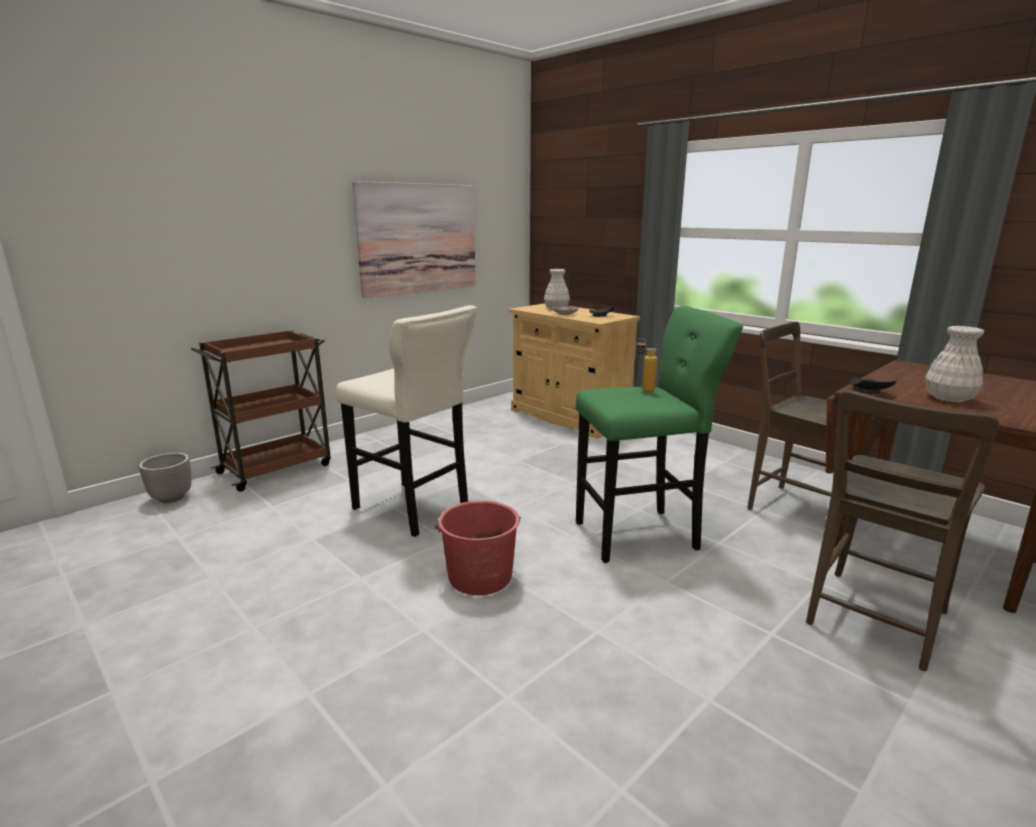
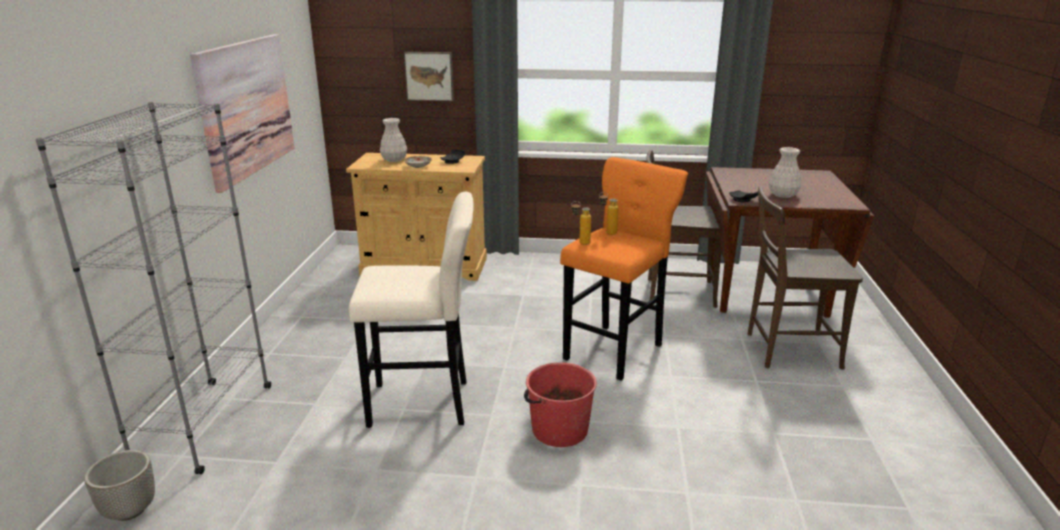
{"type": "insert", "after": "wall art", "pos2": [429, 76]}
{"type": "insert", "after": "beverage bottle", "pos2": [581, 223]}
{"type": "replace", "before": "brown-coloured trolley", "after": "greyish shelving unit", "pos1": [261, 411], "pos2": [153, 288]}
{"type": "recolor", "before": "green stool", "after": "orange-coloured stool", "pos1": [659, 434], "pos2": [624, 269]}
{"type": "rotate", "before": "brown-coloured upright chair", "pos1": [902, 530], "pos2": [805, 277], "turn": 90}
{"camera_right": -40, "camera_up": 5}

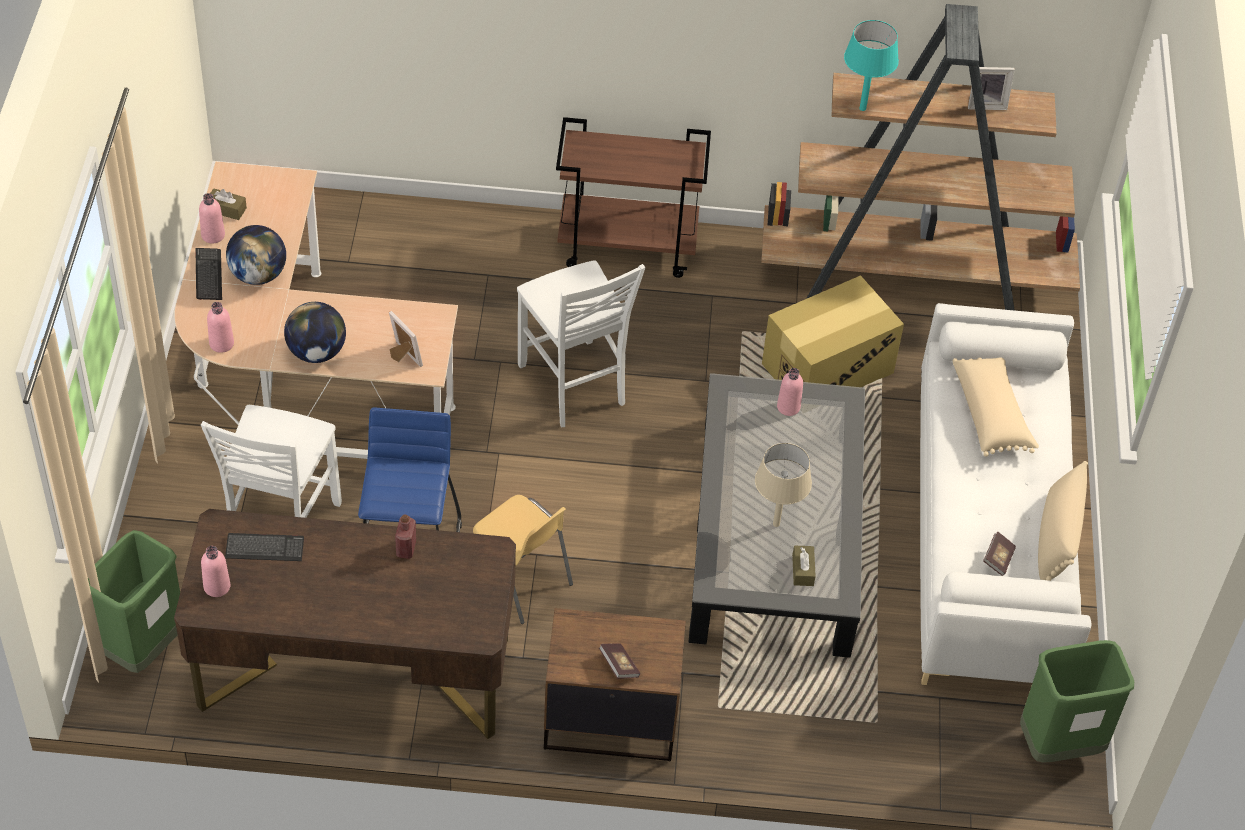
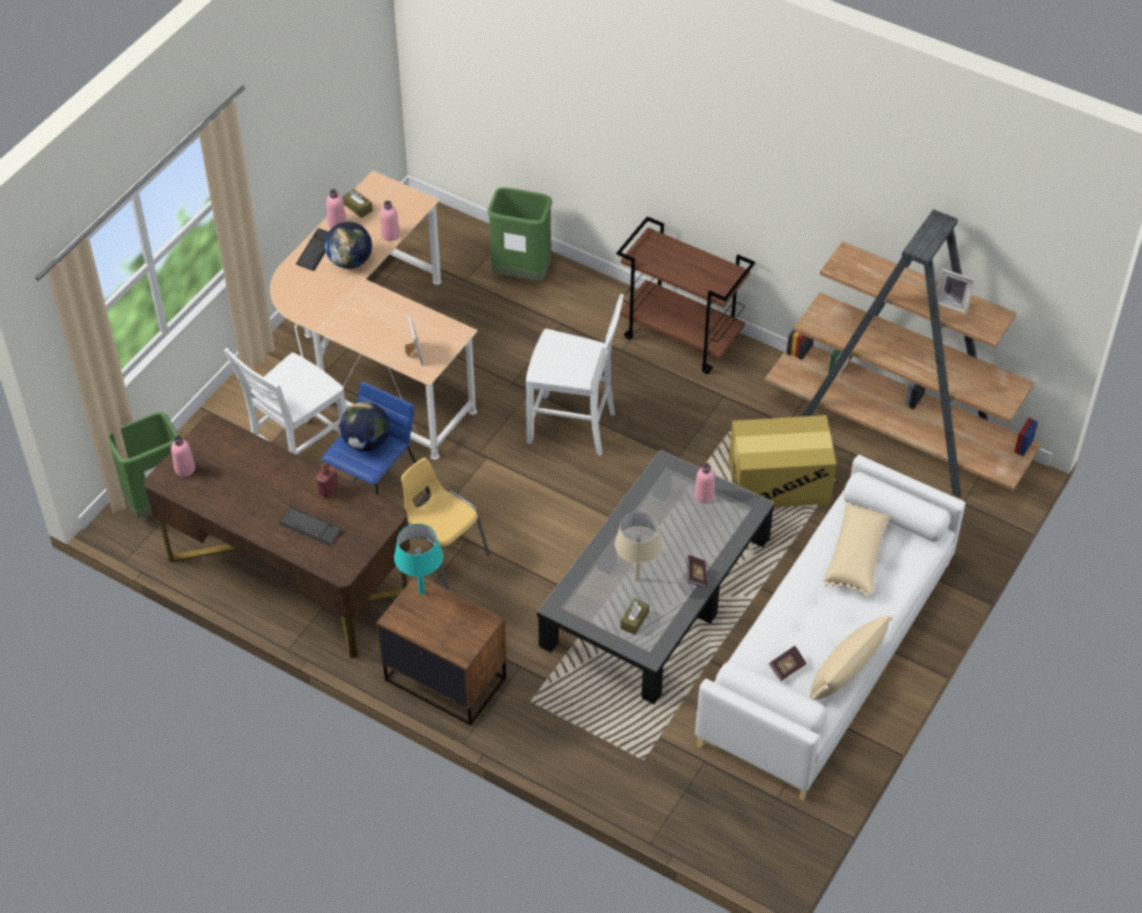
{"type": "move", "before": "pinkish beverage bottle", "pos1": [220, 327], "pos2": [390, 221]}
{"type": "move", "before": "PC keyboard", "pos1": [264, 547], "pos2": [310, 526]}
{"type": "move", "before": "globe", "pos1": [315, 332], "pos2": [365, 427]}
{"type": "move", "before": "volume", "pos1": [619, 661], "pos2": [696, 571]}
{"type": "move", "before": "turquoise-coloured tabletop lamp", "pos1": [871, 65], "pos2": [418, 559]}
{"type": "move", "before": "green waste bin", "pos1": [1077, 701], "pos2": [519, 234]}
{"type": "rotate", "before": "yellow-coloured upright chair", "pos1": [523, 559], "pos2": [445, 523], "turn": 150}
{"type": "rotate", "before": "white-coloured upright chair", "pos1": [581, 343], "pos2": [575, 375], "turn": -75}
{"camera_right": 30, "camera_up": 0}

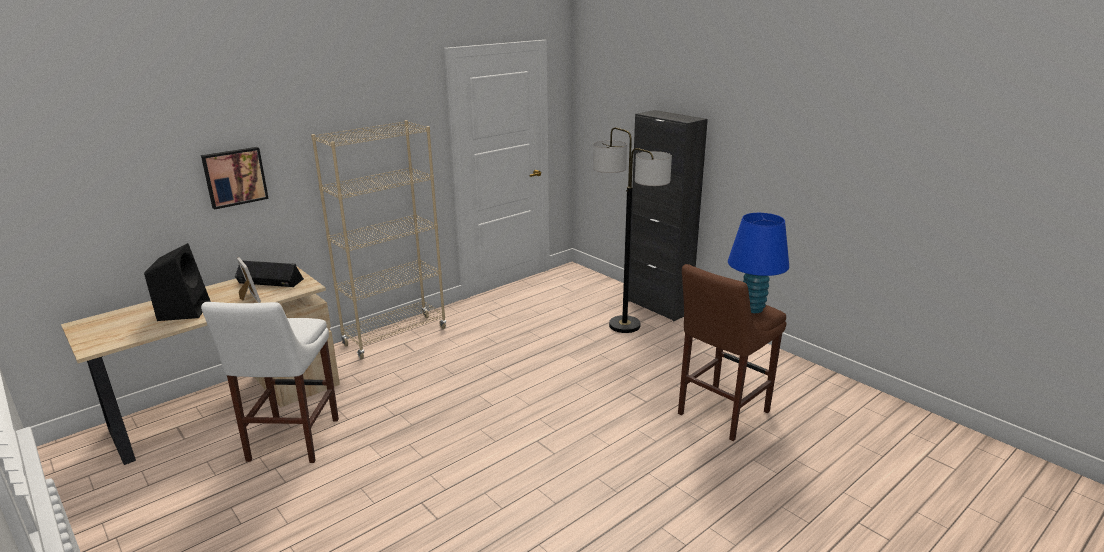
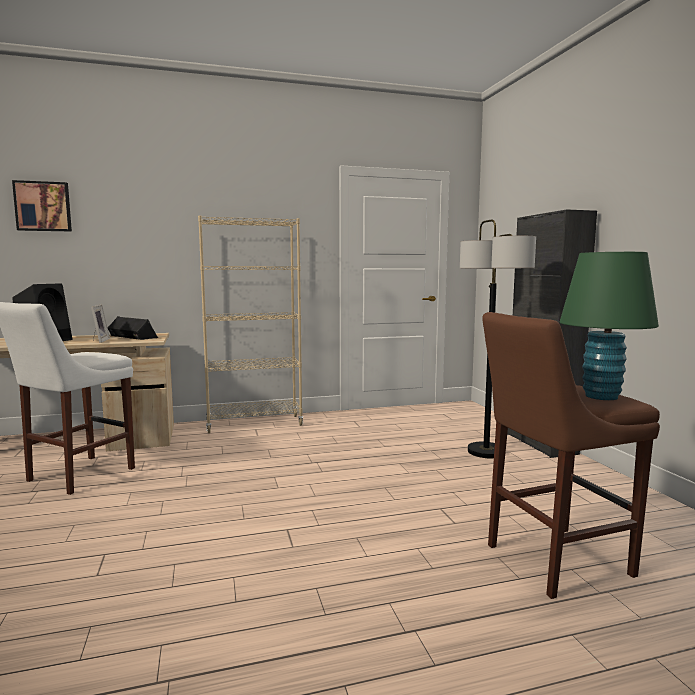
{"type": "move", "before": "wall art", "pos1": [235, 178], "pos2": [42, 206]}
{"type": "recolor", "before": "blue-coloured tabletop lamp", "after": "green tabletop lamp", "pos1": [758, 263], "pos2": [609, 326]}
{"camera_right": 25, "camera_up": -15}

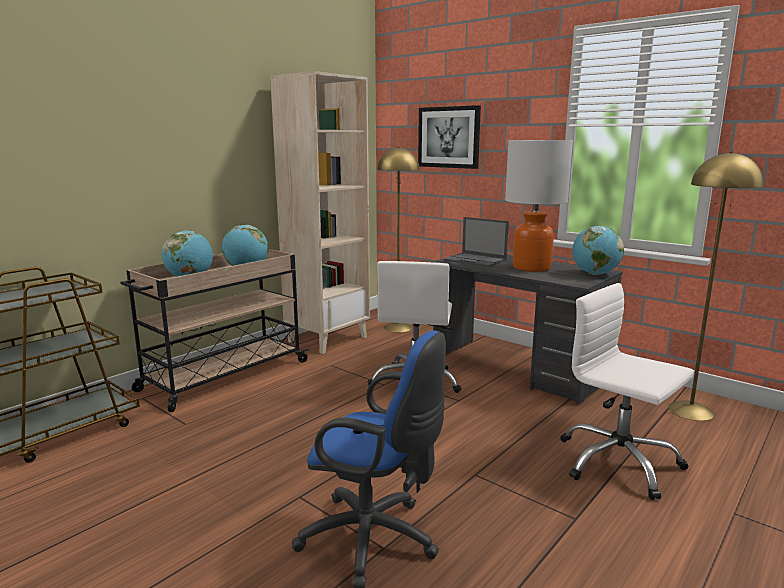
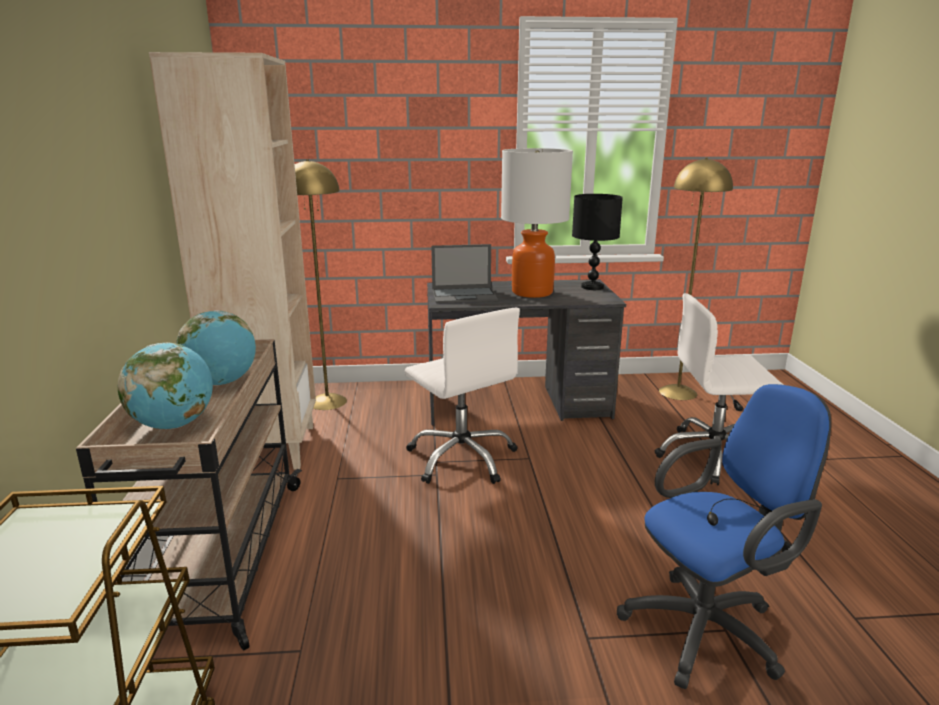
{"type": "delete", "before": "wall art", "pos1": [449, 137]}
{"type": "replace", "before": "globe", "after": "blackish tabletop lamp", "pos1": [598, 250], "pos2": [597, 242]}
{"camera_right": -45, "camera_up": 5}

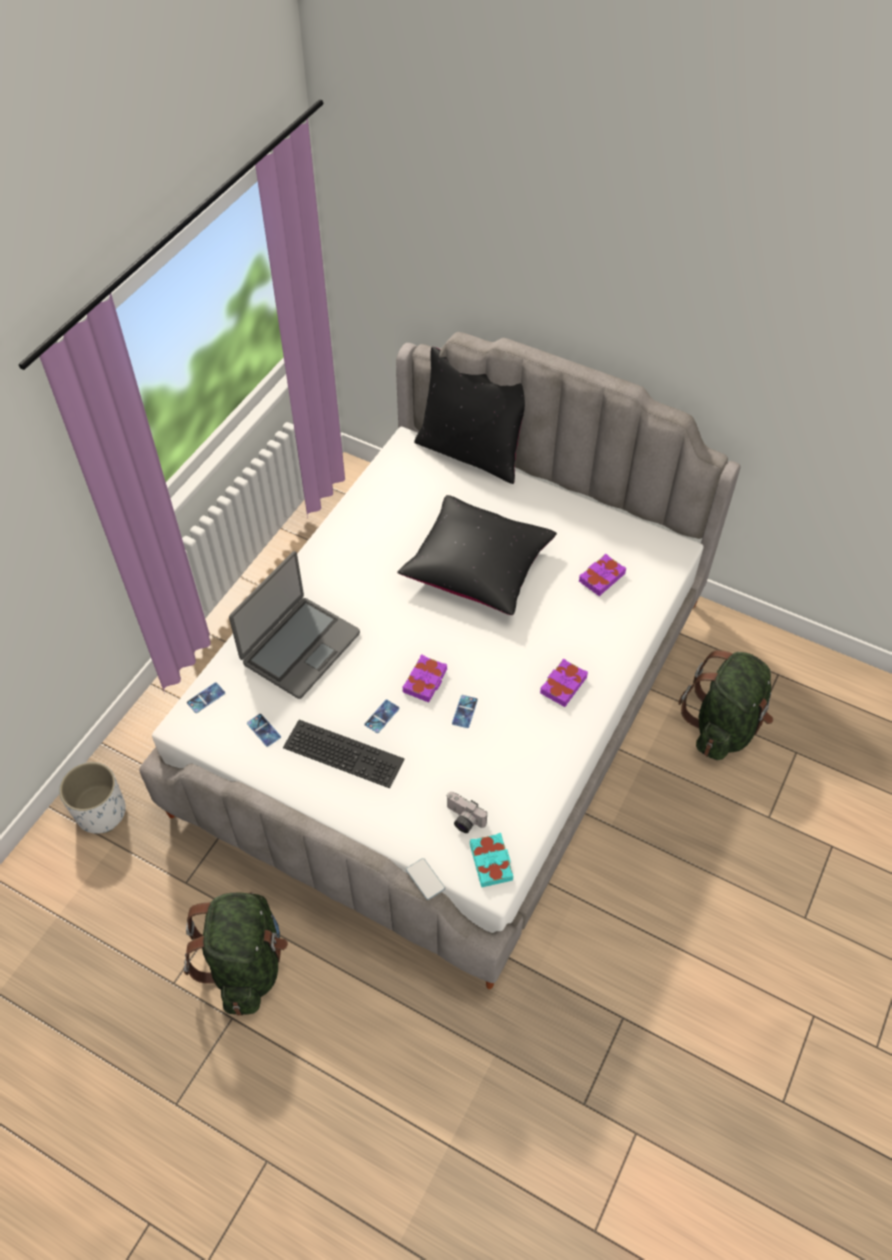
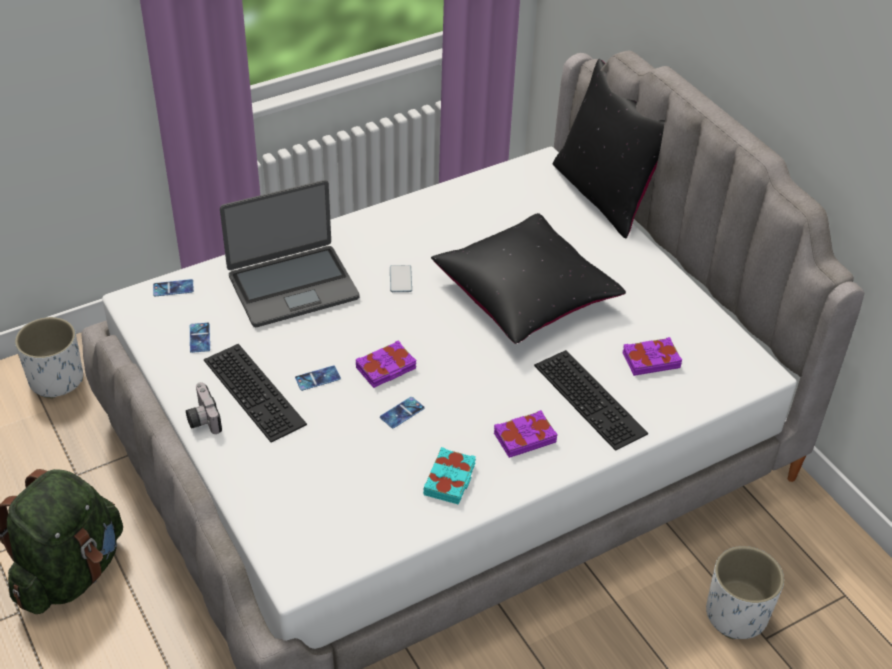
{"type": "insert", "after": "PC keyboard", "pos2": [591, 400]}
{"type": "move", "before": "telephone", "pos1": [425, 879], "pos2": [401, 278]}
{"type": "move", "before": "photo camera", "pos1": [466, 812], "pos2": [204, 408]}
{"type": "move", "before": "turquoise-coloured volume", "pos1": [491, 860], "pos2": [449, 476]}
{"type": "replace", "before": "green rucksack", "after": "white-coloured plant pot", "pos1": [725, 705], "pos2": [745, 592]}
{"camera_right": 30, "camera_up": -10}

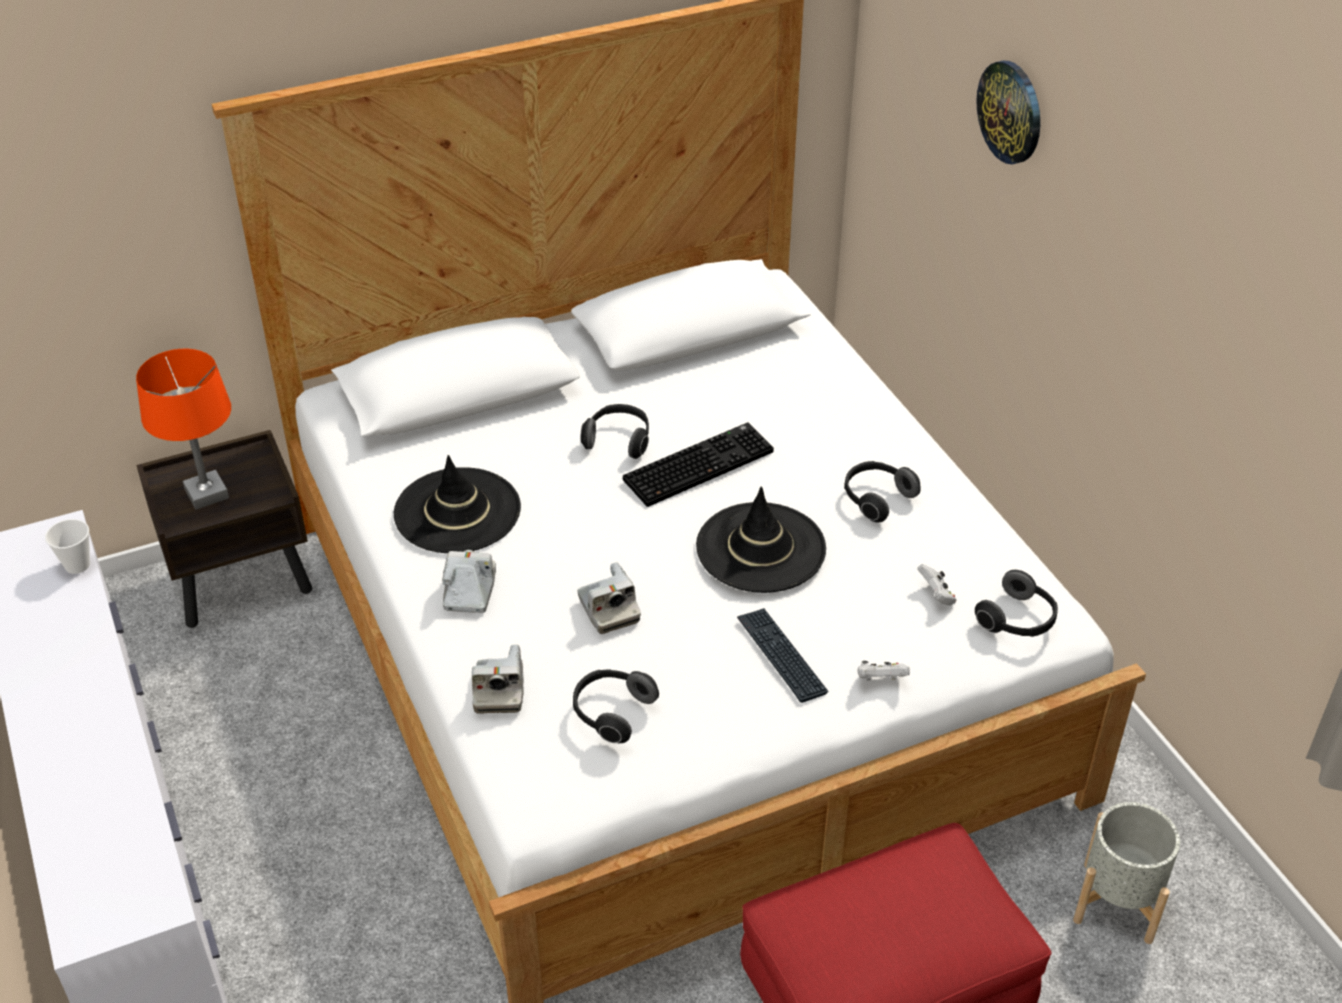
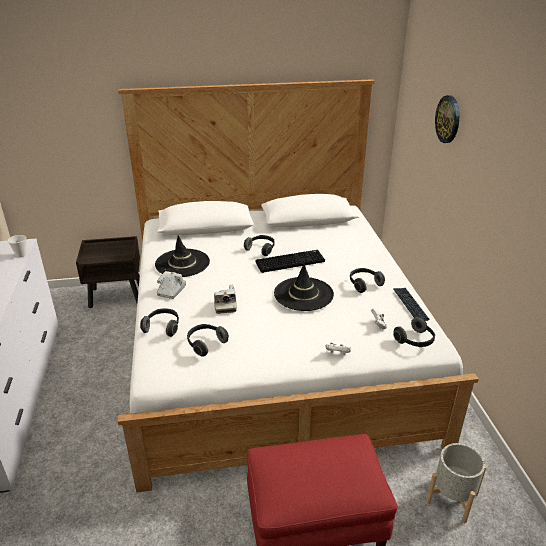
{"type": "delete", "before": "orange-coloured tabletop lamp", "pos1": [183, 429]}
{"type": "move", "before": "PC keyboard", "pos1": [782, 655], "pos2": [411, 304]}
{"type": "replace", "before": "photo camera", "after": "headset", "pos1": [498, 679], "pos2": [159, 322]}
{"camera_right": 15, "camera_up": -10}

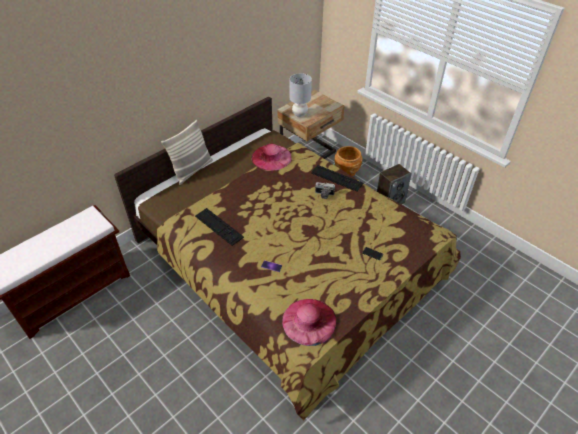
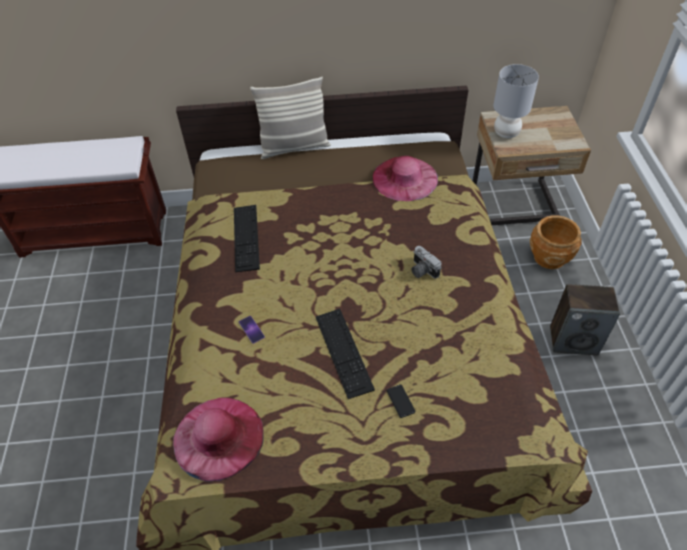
{"type": "move", "before": "PC keyboard", "pos1": [337, 178], "pos2": [345, 354]}
{"camera_right": 40, "camera_up": 5}

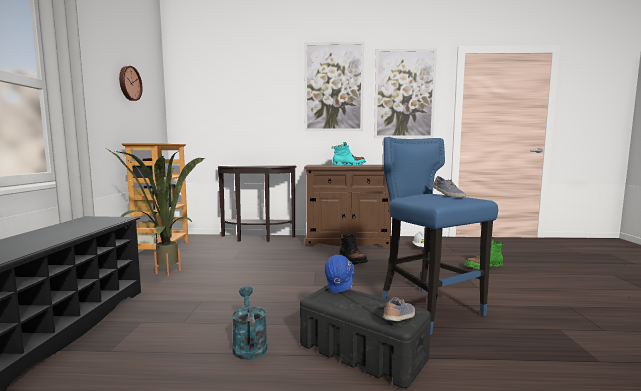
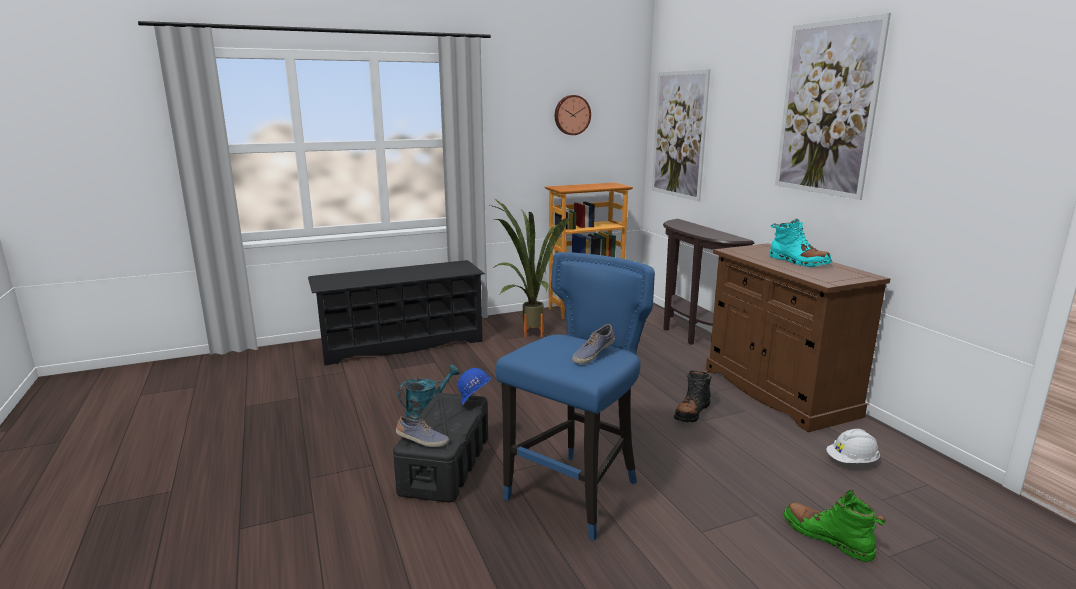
{"type": "move", "before": "wall art", "pos1": [405, 93], "pos2": [681, 135]}
{"camera_right": 65, "camera_up": 10}

